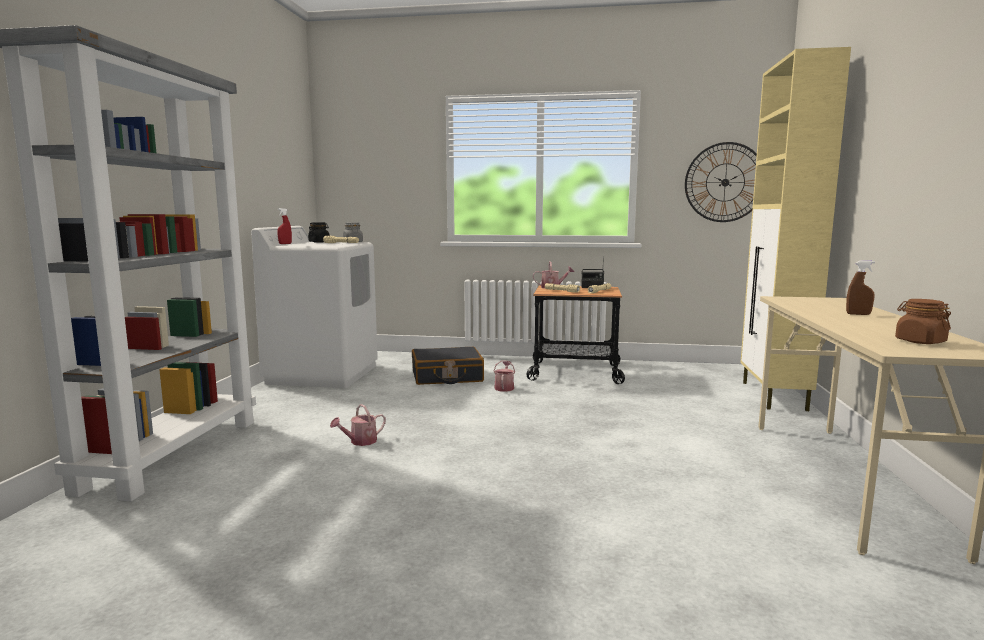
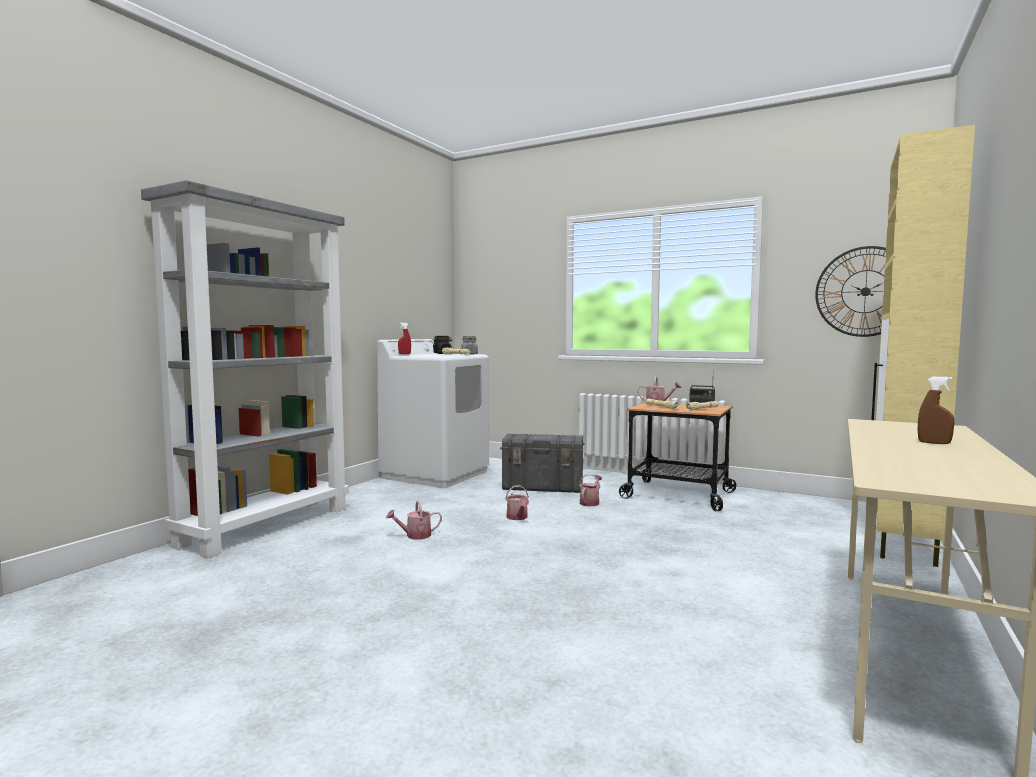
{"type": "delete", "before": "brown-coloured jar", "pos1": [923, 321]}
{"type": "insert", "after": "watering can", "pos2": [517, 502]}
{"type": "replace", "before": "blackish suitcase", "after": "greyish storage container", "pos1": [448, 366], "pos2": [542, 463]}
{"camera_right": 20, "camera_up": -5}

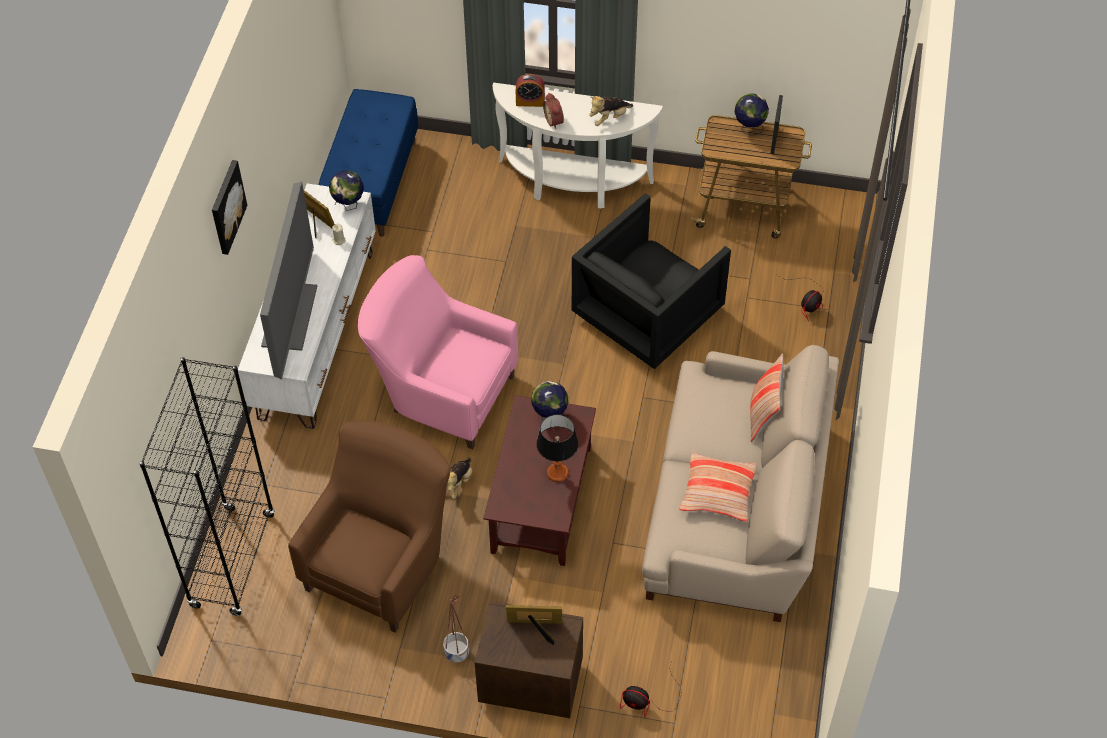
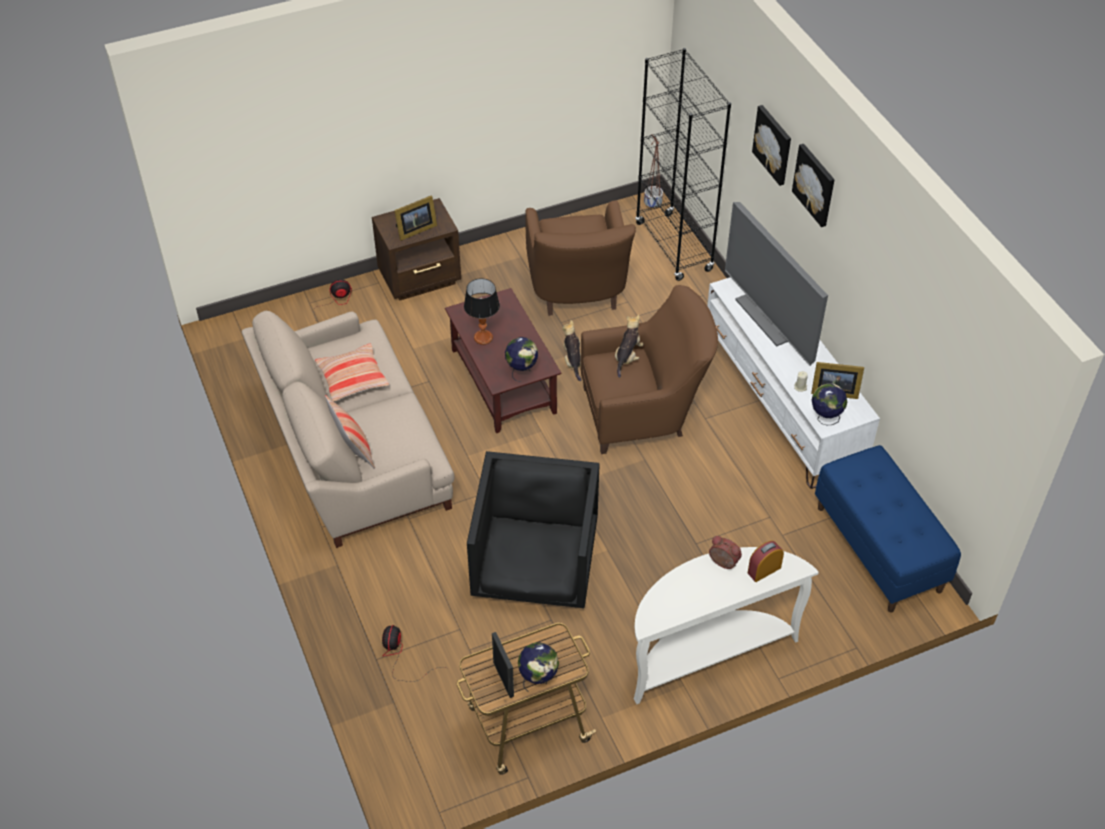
{"type": "insert", "after": "wall art", "pos2": [771, 145]}
{"type": "move", "before": "plant pot", "pos1": [456, 628], "pos2": [653, 172]}
{"type": "move", "before": "cuddly toy", "pos1": [611, 111], "pos2": [629, 346]}
{"type": "recolor", "before": "pinkish lounge chair", "after": "brown-coloured lounge chair", "pos1": [438, 352], "pos2": [649, 369]}
{"camera_right": 145, "camera_up": -5}

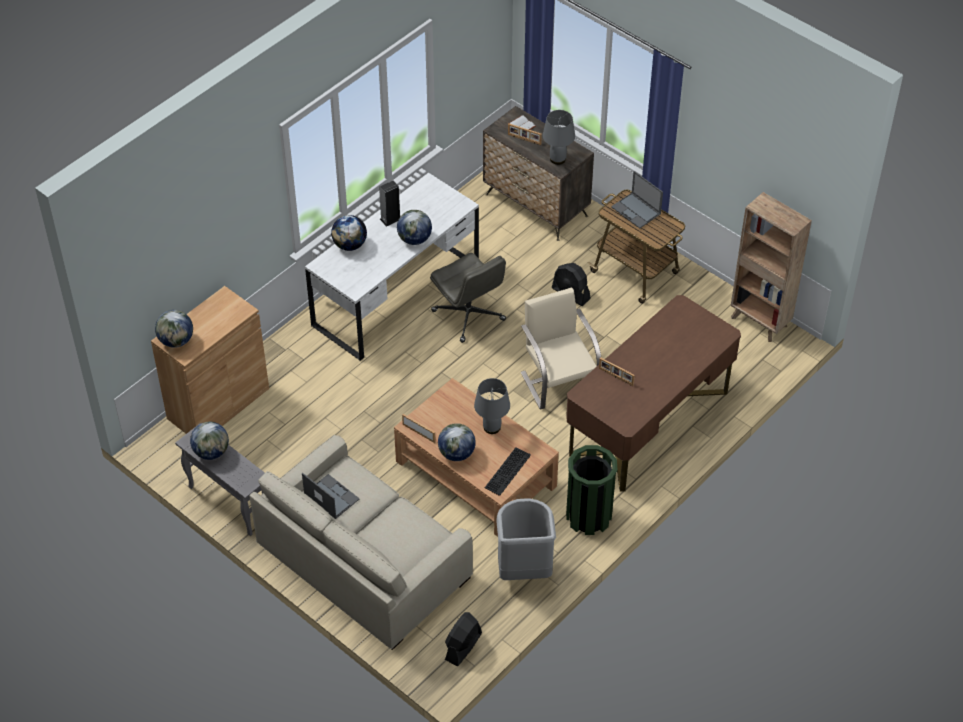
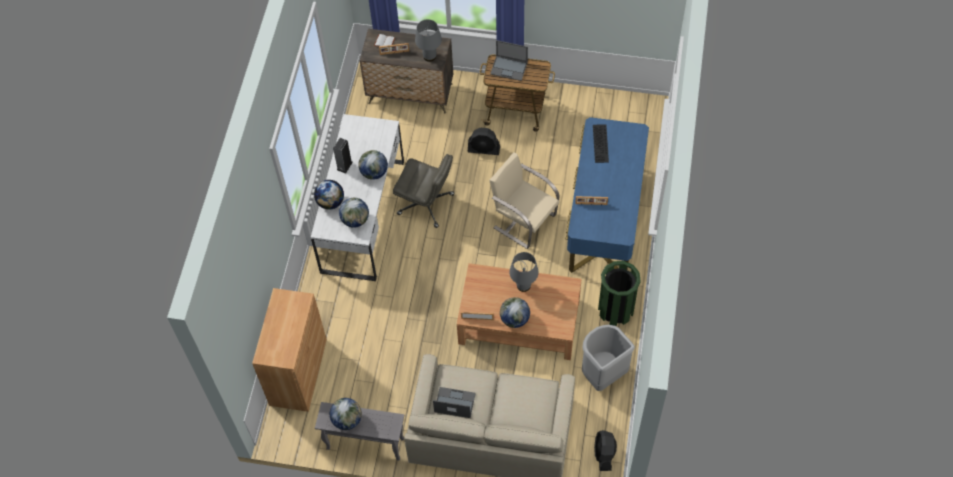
{"type": "delete", "before": "brown-coloured shelving unit", "pos1": [771, 267]}
{"type": "move", "before": "globe", "pos1": [174, 329], "pos2": [354, 213]}
{"type": "move", "before": "PC keyboard", "pos1": [508, 471], "pos2": [601, 143]}
{"type": "recolor", "before": "brown-coloured desk unit", "after": "blue-coloured desk unit", "pos1": [653, 393], "pos2": [607, 195]}
{"camera_right": -30, "camera_up": 10}

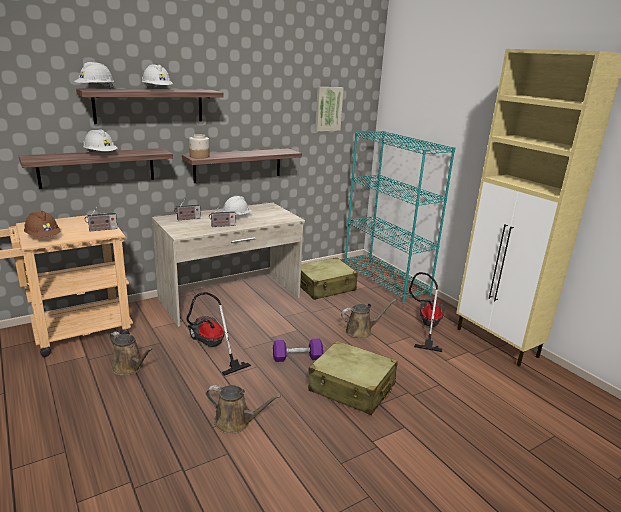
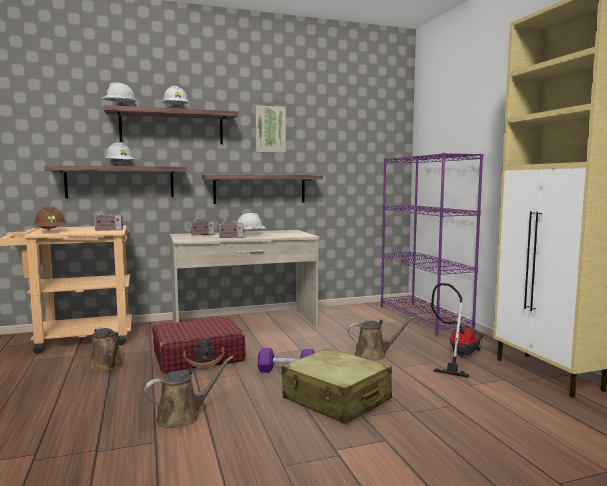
{"type": "delete", "before": "jar", "pos1": [199, 146]}
{"type": "delete", "before": "sand-coloured suitcase", "pos1": [329, 278]}
{"type": "move", "before": "wall art", "pos1": [329, 109], "pos2": [270, 129]}
{"type": "replace", "before": "vacuum cleaner", "after": "red-coloured suitcase", "pos1": [218, 334], "pos2": [199, 345]}
{"type": "recolor", "before": "turquoise-coloured shelving unit", "after": "purplish shelving unit", "pos1": [399, 217], "pos2": [432, 245]}
{"type": "rotate", "before": "brown-coloured watering can", "pos1": [243, 409], "pos2": [189, 392], "turn": -60}
{"camera_right": 15, "camera_up": -15}

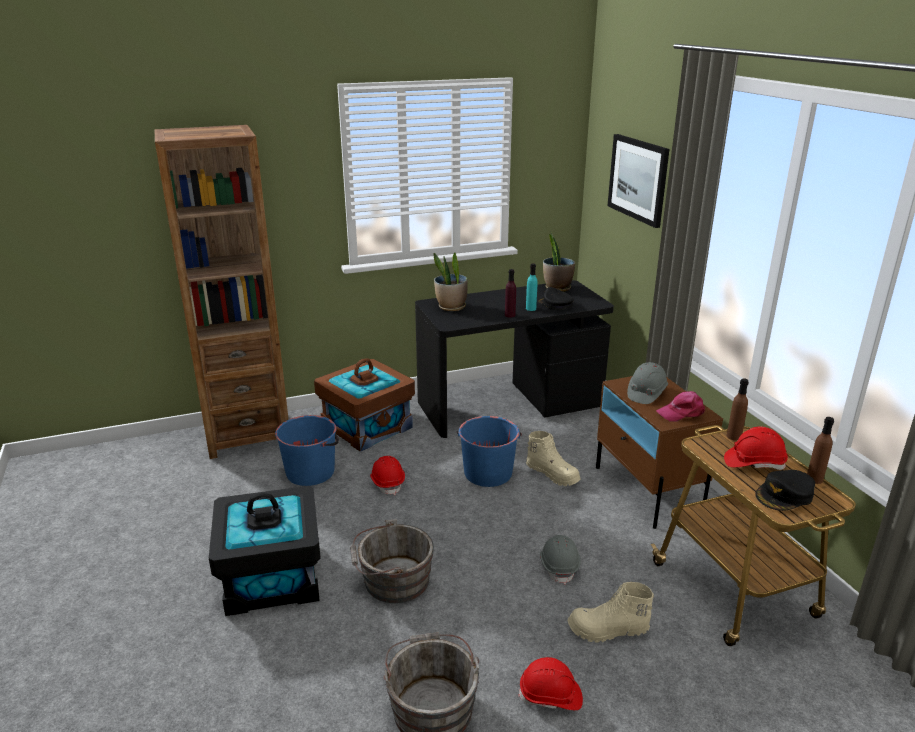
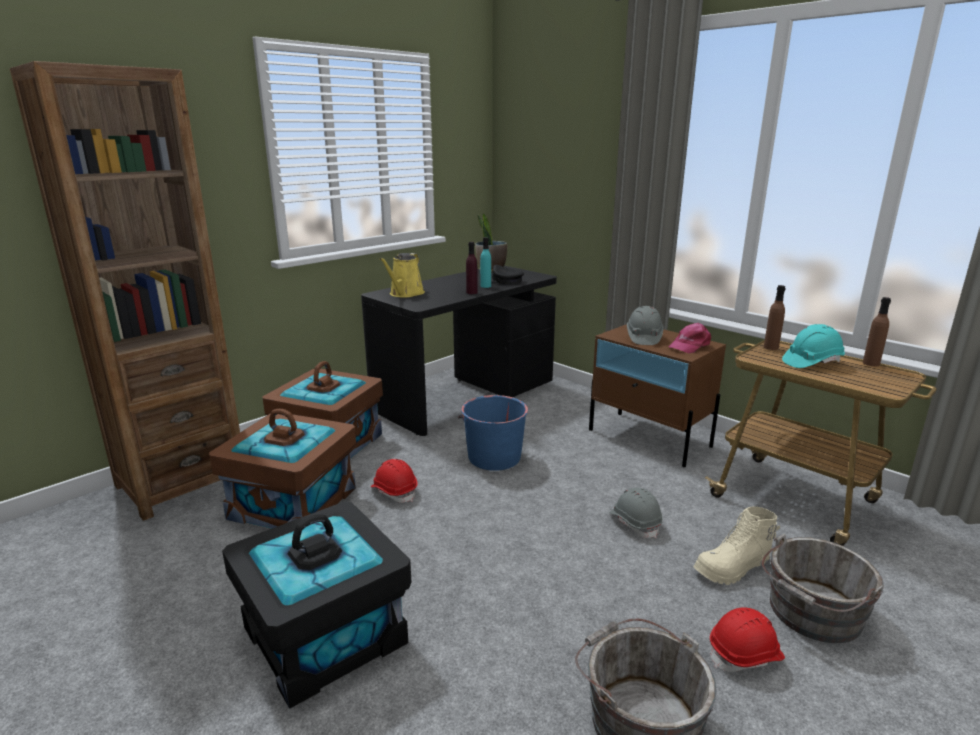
{"type": "delete", "before": "sand-coloured tall boot", "pos1": [553, 458]}
{"type": "delete", "before": "wall art", "pos1": [638, 181]}
{"type": "delete", "before": "blackish cap", "pos1": [785, 490]}
{"type": "move", "before": "greyish bucket", "pos1": [392, 561], "pos2": [823, 588]}
{"type": "replace", "before": "blue-coloured bucket", "after": "brown-coloured storage container", "pos1": [307, 450], "pos2": [282, 468]}
{"type": "replace", "before": "houseplant", "after": "yellow-coloured watering can", "pos1": [451, 282], "pos2": [402, 275]}
{"type": "recolor", "before": "red-coloured hard hat", "after": "turquoise-coloured hard hat", "pos1": [756, 448], "pos2": [813, 346]}
{"camera_right": -25, "camera_up": -5}

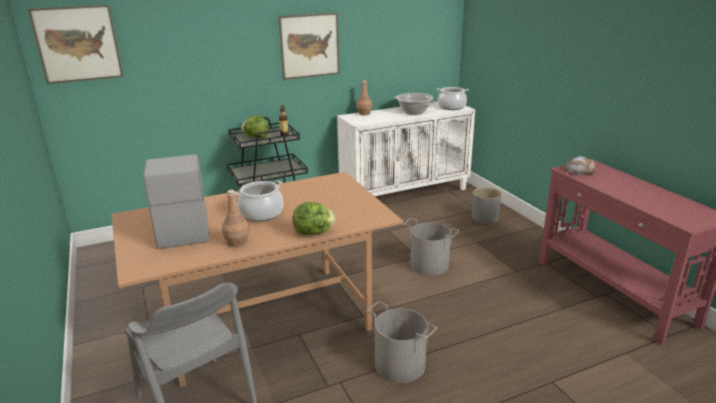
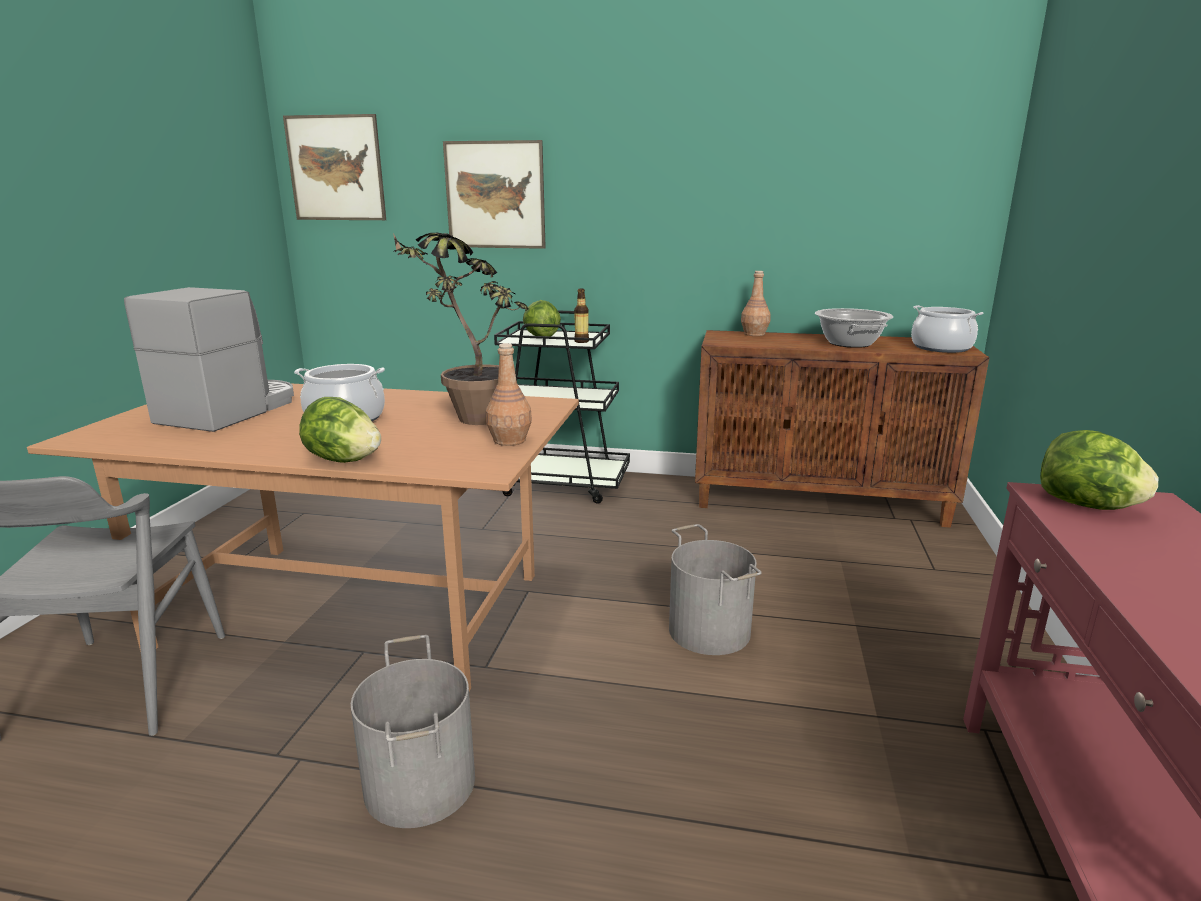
{"type": "delete", "before": "greyish plant pot", "pos1": [487, 205]}
{"type": "insert", "after": "houseplant", "pos2": [460, 329]}
{"type": "move", "before": "brown-coloured beverage bottle", "pos1": [236, 218], "pos2": [509, 394]}
{"type": "move", "before": "wall art", "pos1": [309, 46], "pos2": [494, 194]}
{"type": "replace", "before": "bakery bread", "after": "lettuce head", "pos1": [580, 166], "pos2": [1099, 470]}
{"type": "recolor", "before": "white-coloured cupboard", "after": "brown-coloured cupboard", "pos1": [406, 149], "pos2": [842, 429]}
{"camera_right": 35, "camera_up": -5}

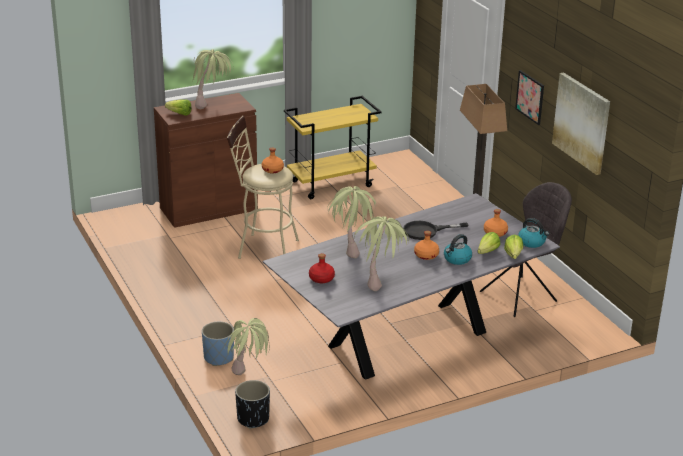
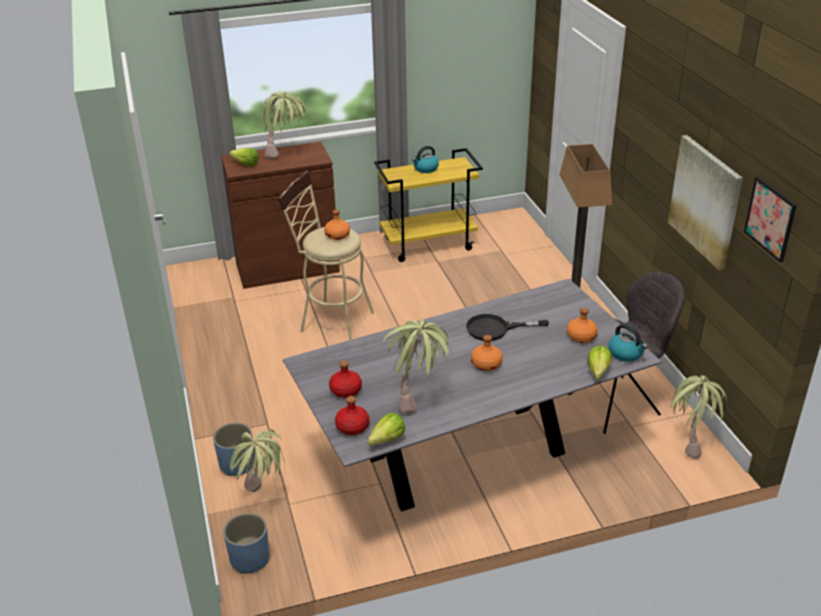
{"type": "insert", "after": "red-coloured beverage bottle", "pos2": [352, 415]}
{"type": "move", "before": "houseplant", "pos1": [351, 222], "pos2": [697, 417]}
{"type": "move", "before": "tea kettle", "pos1": [458, 249], "pos2": [425, 159]}
{"type": "move", "before": "lettuce head", "pos1": [489, 243], "pos2": [386, 429]}
{"type": "move", "before": "wall art", "pos1": [529, 97], "pos2": [770, 219]}
{"type": "recolor", "before": "blackish plant pot", "after": "blue-coloured plant pot", "pos1": [252, 404], "pos2": [246, 543]}
{"camera_right": 10, "camera_up": 5}

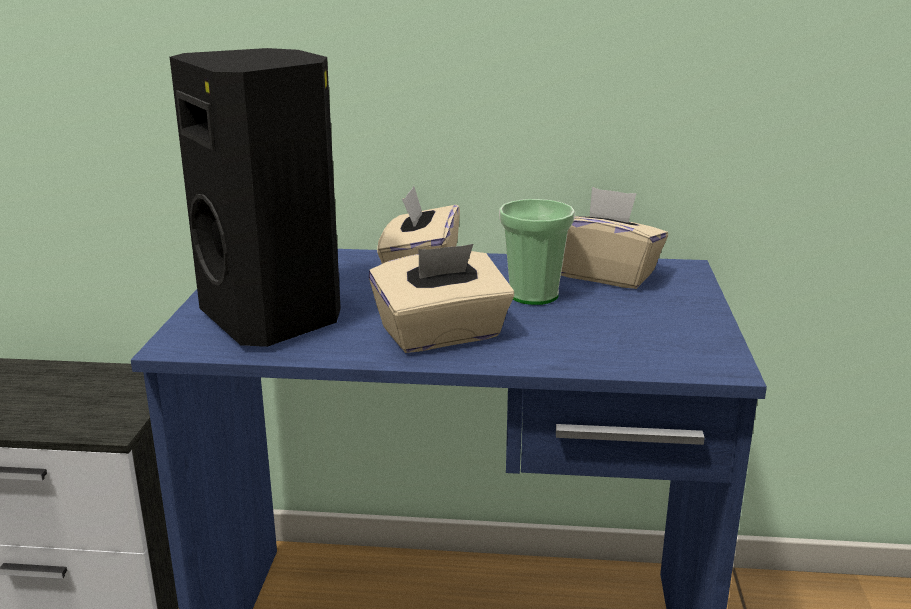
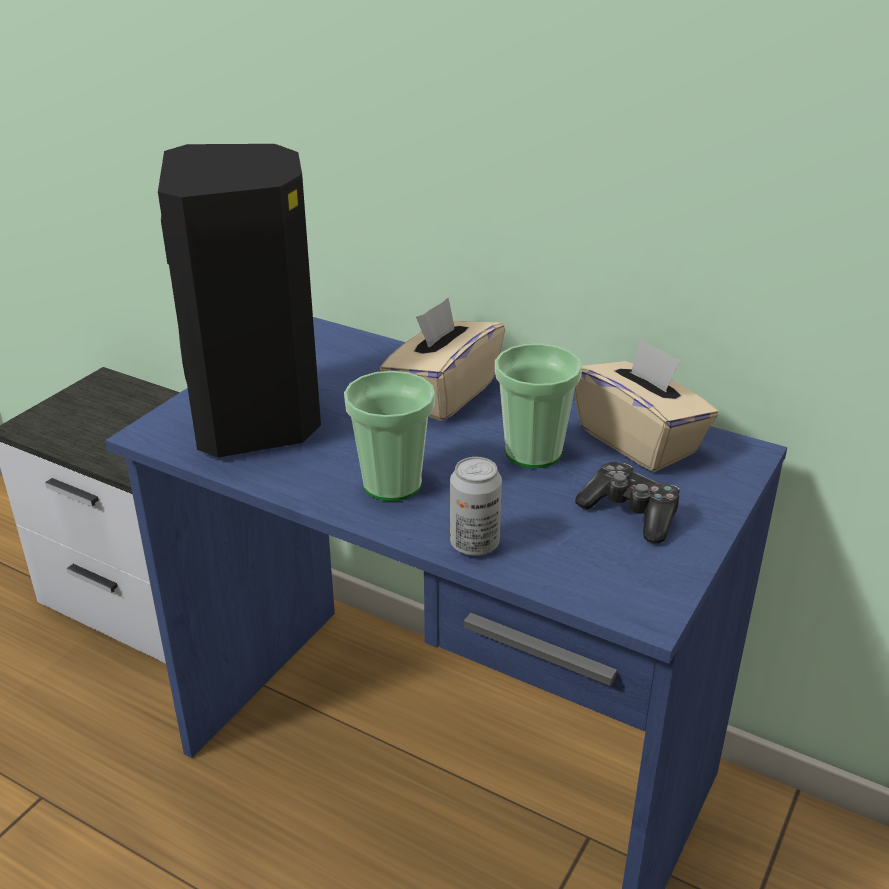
{"type": "insert", "after": "metal can", "pos2": [476, 506]}
{"type": "insert", "after": "joypad", "pos2": [627, 502]}
{"type": "replace", "before": "sand-coloured box of tissues", "after": "drinking cup", "pos1": [441, 298], "pos2": [389, 436]}
{"camera_right": 25, "camera_up": 10}

